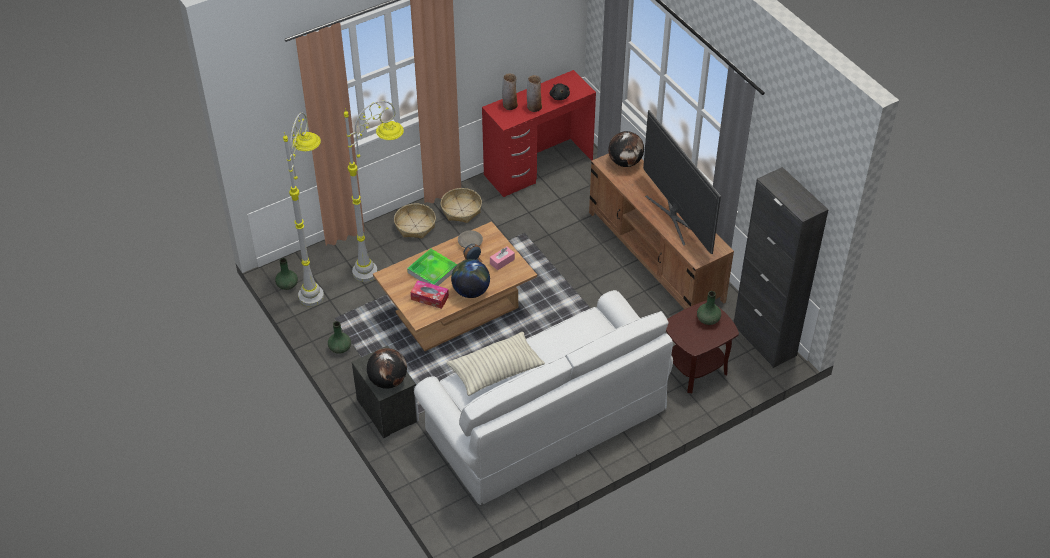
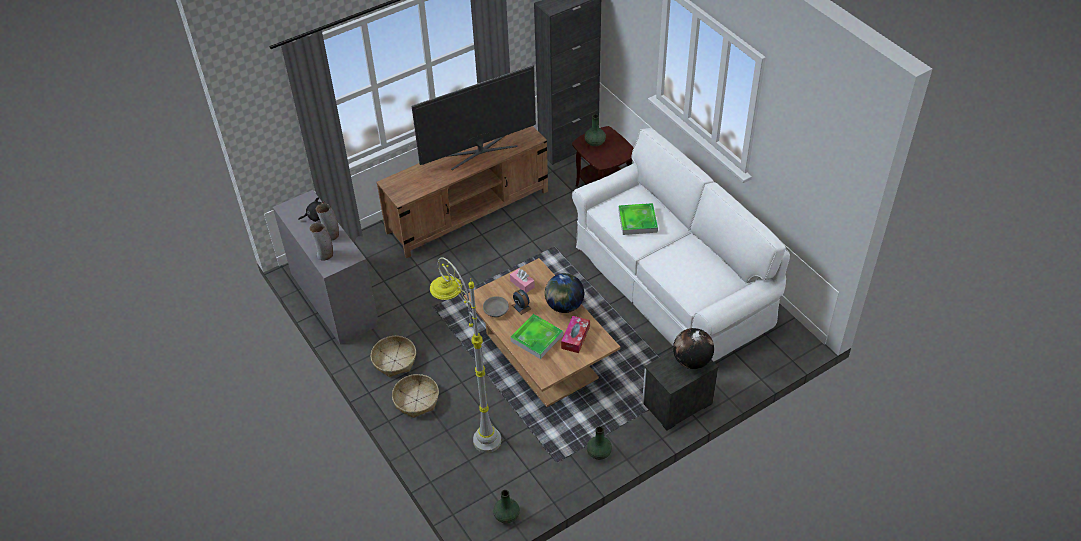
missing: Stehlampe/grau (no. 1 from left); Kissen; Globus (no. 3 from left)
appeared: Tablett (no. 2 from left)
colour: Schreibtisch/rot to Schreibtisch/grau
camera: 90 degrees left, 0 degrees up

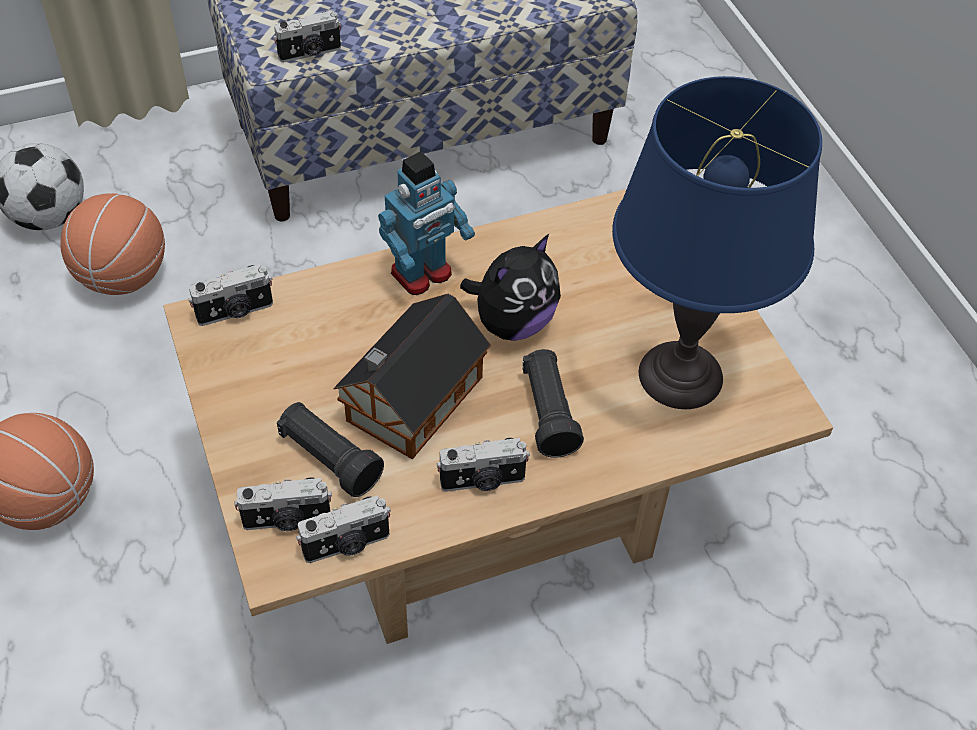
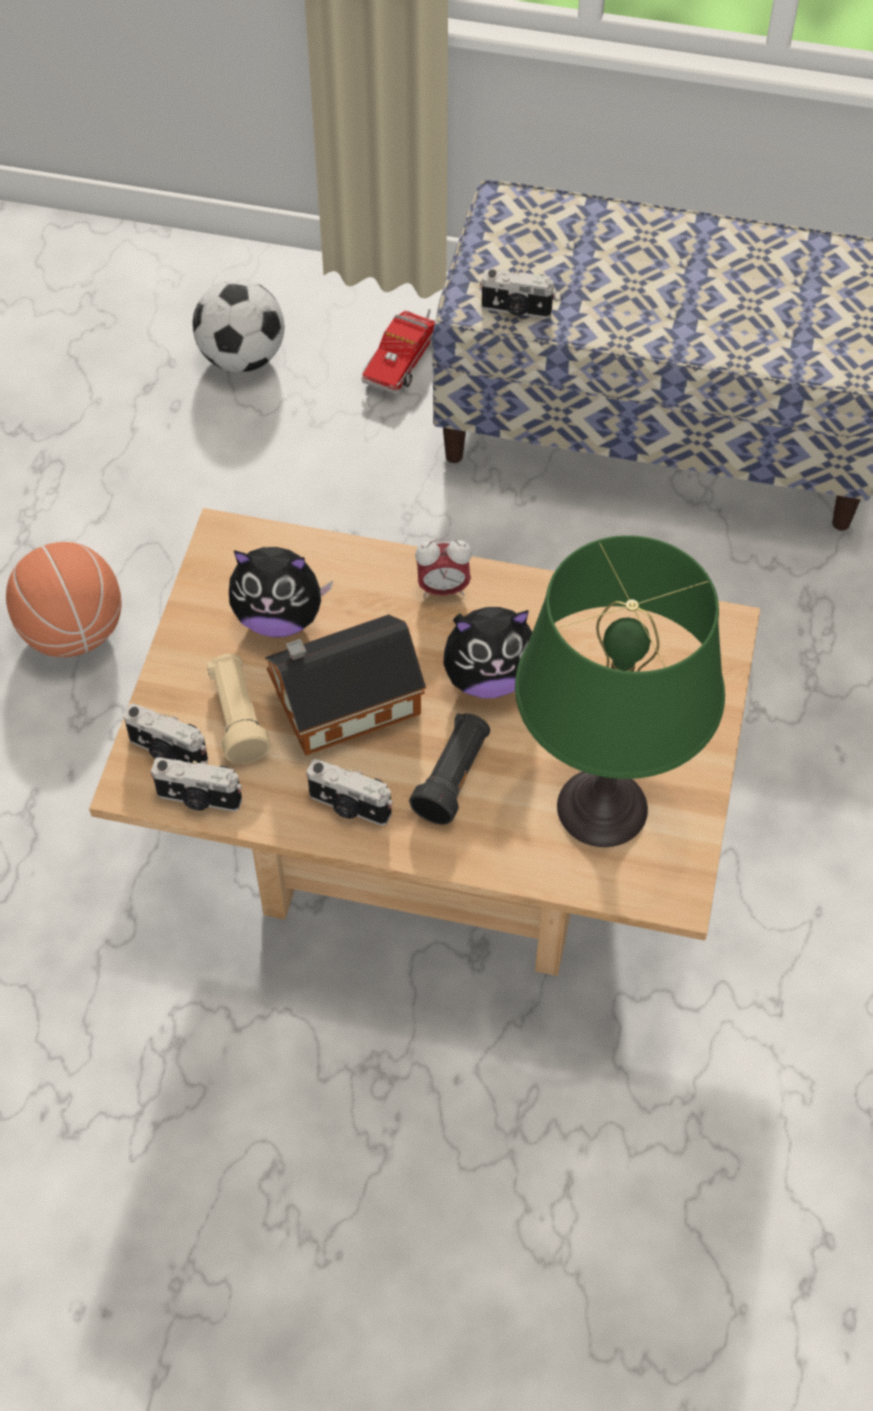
missing: Basketball (no. 2 from left); Kamera (no. 1 from left)
appeared: Plüschtier (no. 1 from left); Spielzeuglaster
exchanged: Spielzeugroboter to Wecker
colour: Taschenlampe/schwarz (no. 1 from left) to Taschenlampe/beige; Tischlampe/blau to Tischlampe/grün
camera: 35 degrees right, 5 degrees up

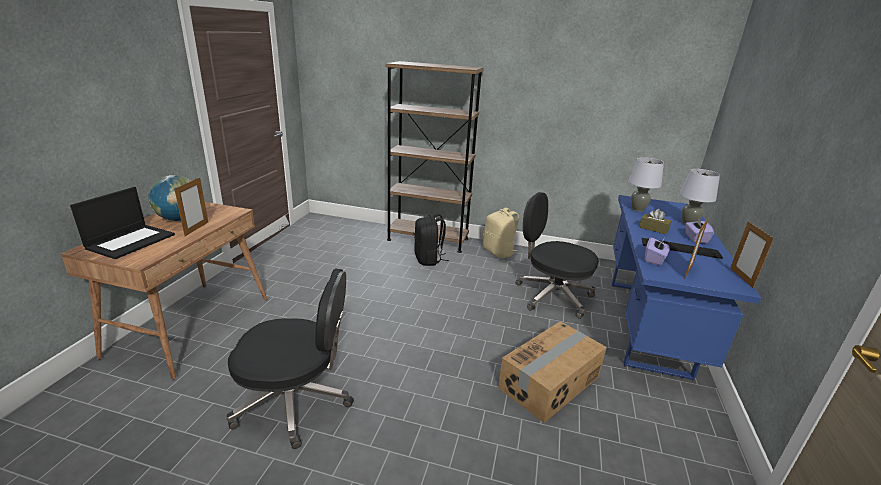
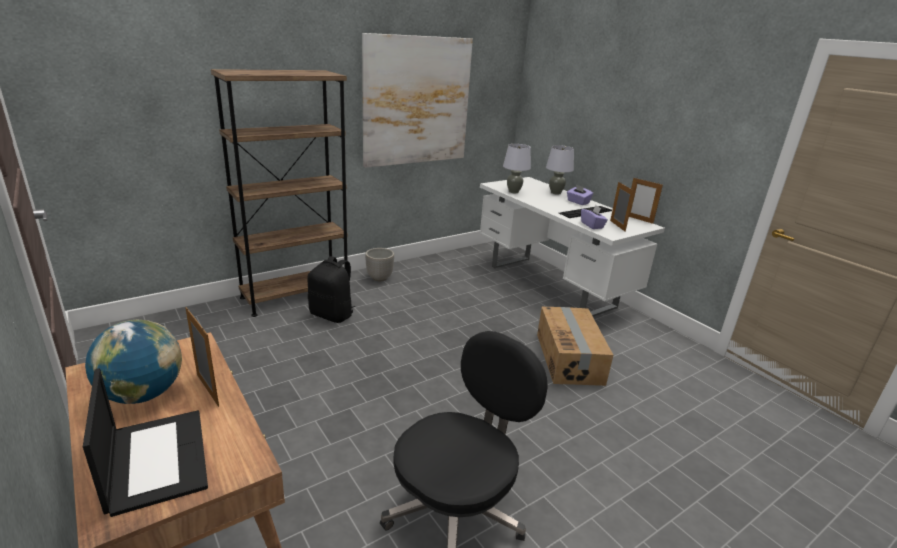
missing: Bürostuhl/schwarz (no. 2 from left); Taschentuchbox/braun
appeared: Bild
exchanged: Rucksack/beige to Pflanzkübel
colour: Schreibtisch/blau to Schreibtisch/weiß
camera: 50 degrees left, 0 degrees up

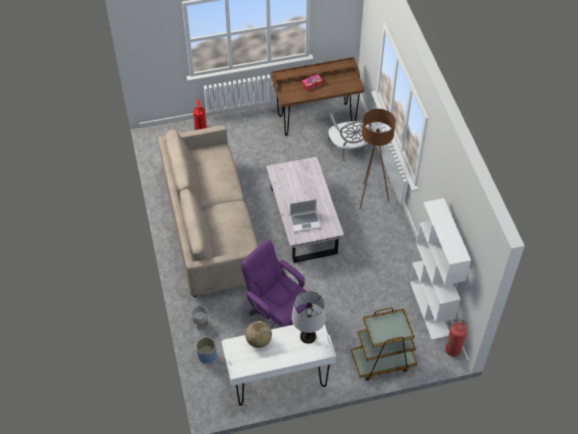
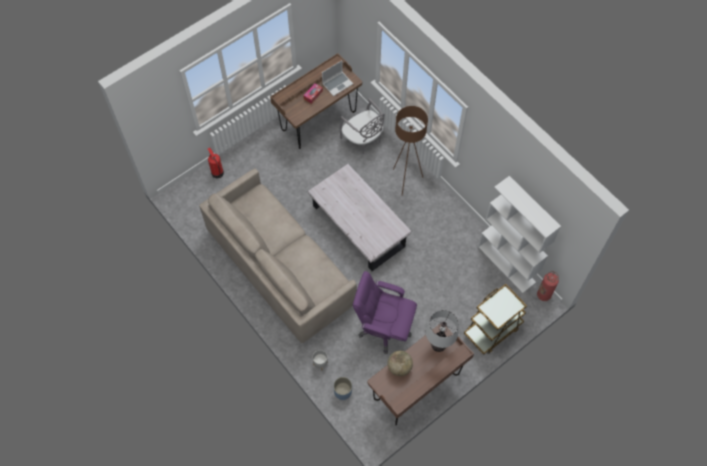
relocated: Laptop
colour: Schreibtisch/weiß to Schreibtisch/braun (no. 2 from left)
camera: 25 degrees left, 10 degrees up

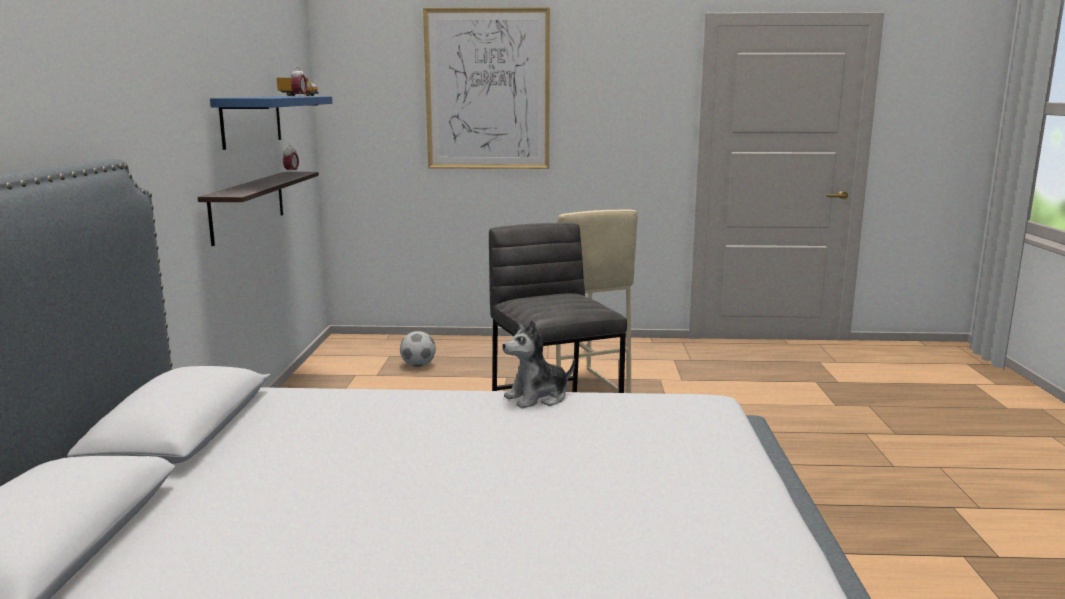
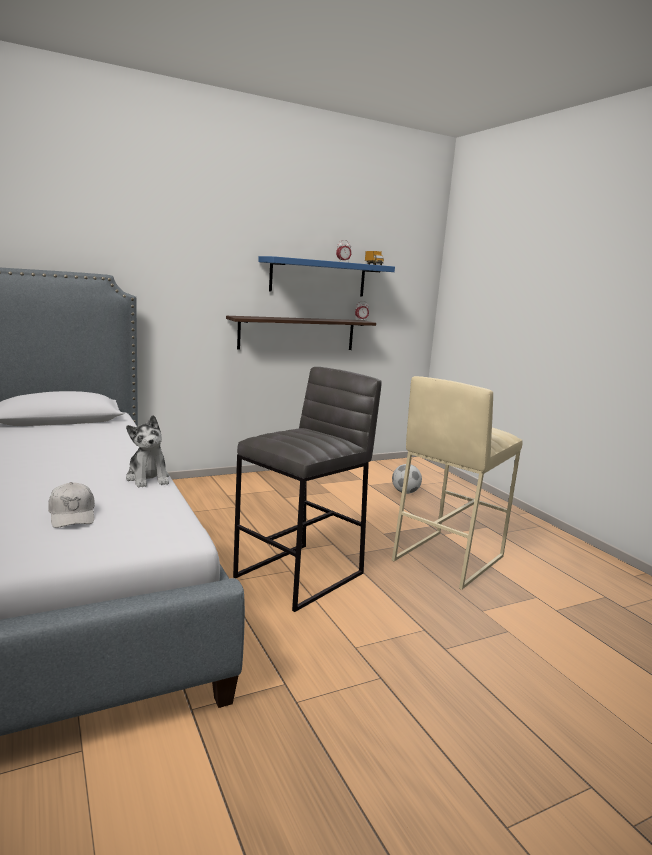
missing: Bild
appeared: Kappe/weiß
spun: Plüschtier 150 degrees counterclockwise
camera: 60 degrees right, 0 degrees up

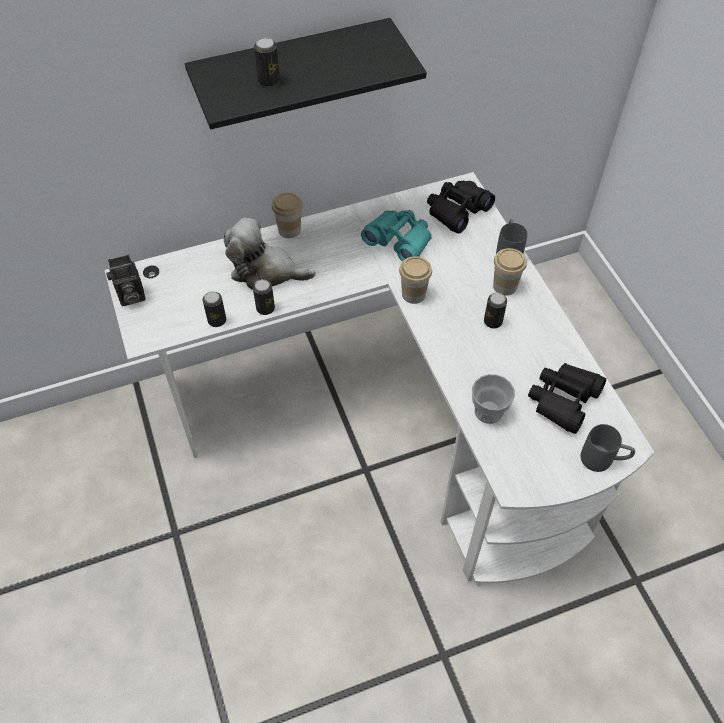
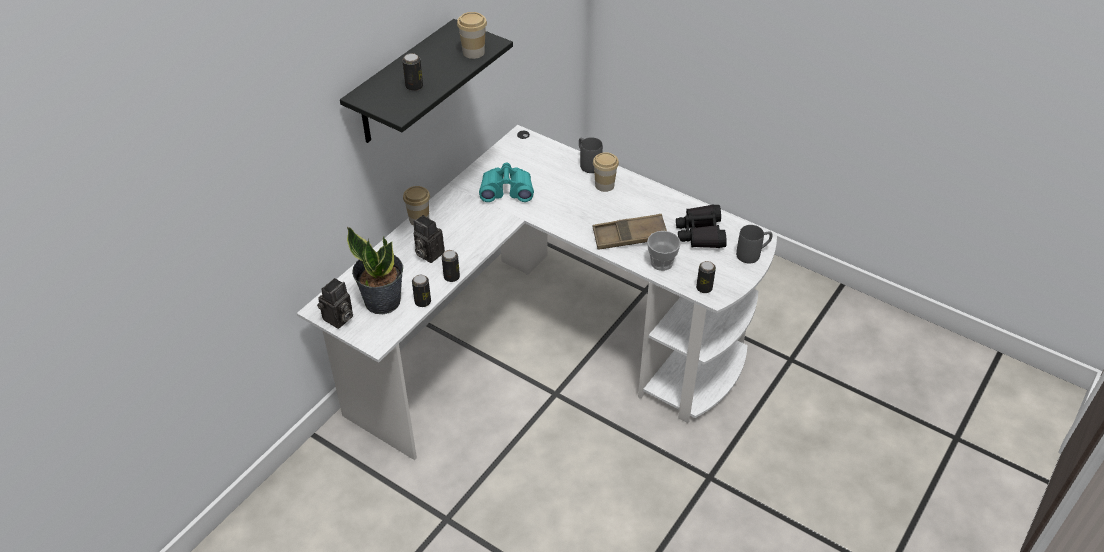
missing: Fernglas/schwarz (no. 1 from left)
appeared: Topfpflanze; Tablett/braun
relocated: Tasse (no. 2 from left); Dose (no. 4 from left)
exchanged: Plüschtier to Kamera (no. 2 from left)
camera: 35 degrees left, 10 degrees down

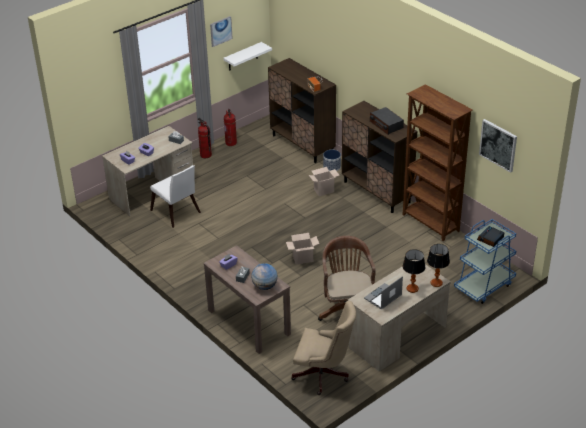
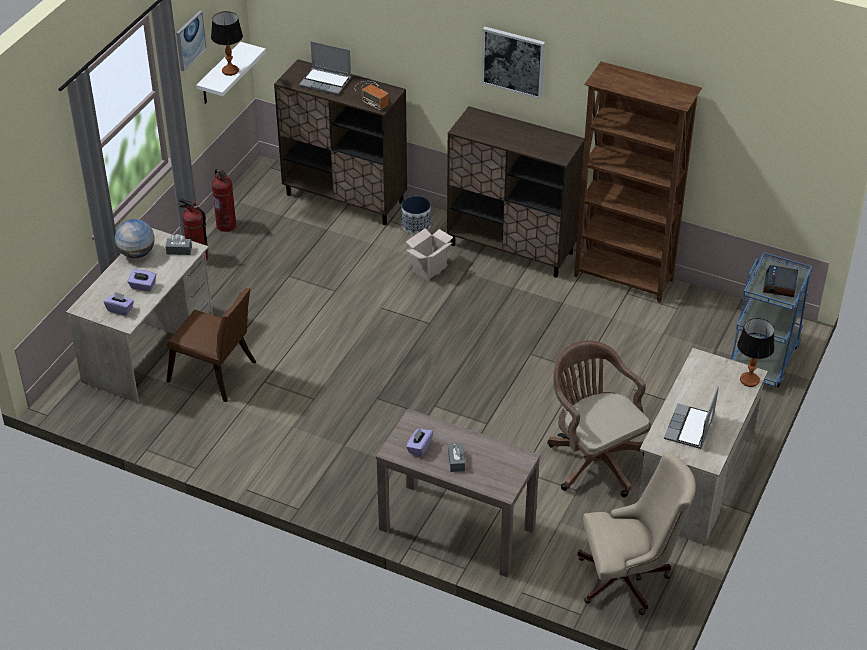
missing: Karton (no. 1 from left); Radio (no. 2 from left)
appeared: Laptop (no. 1 from left)
relocated: Globus; Tischlampe (no. 1 from left); Bild (no. 2 from left)
colour: Stuhl/weiß to Stuhl/braun
camera: 25 degrees left, 5 degrees up

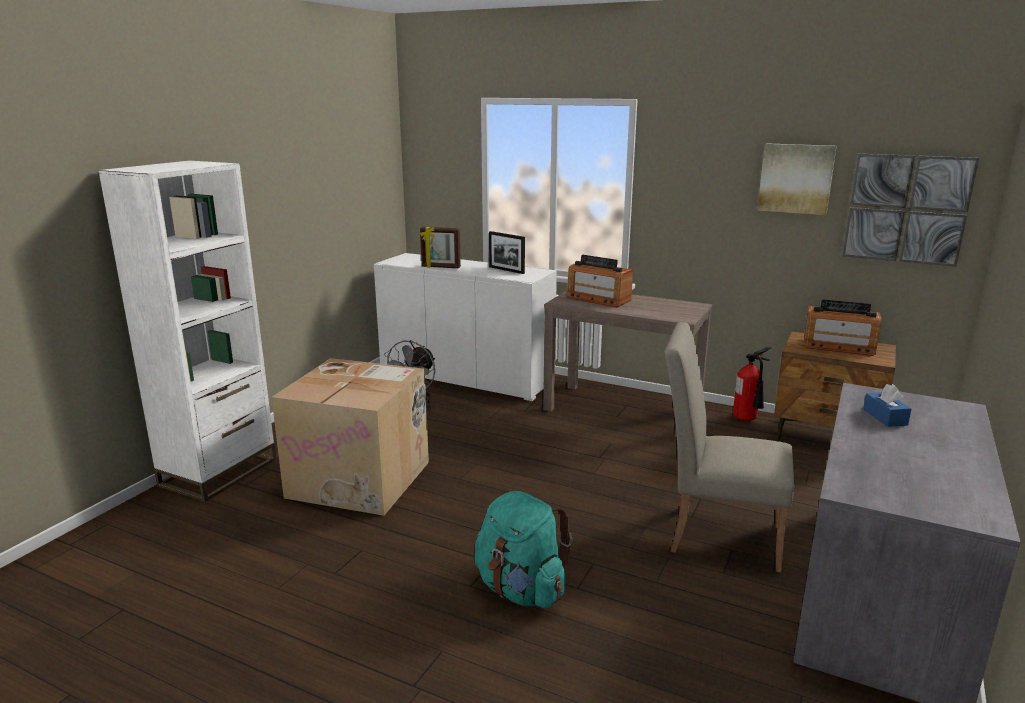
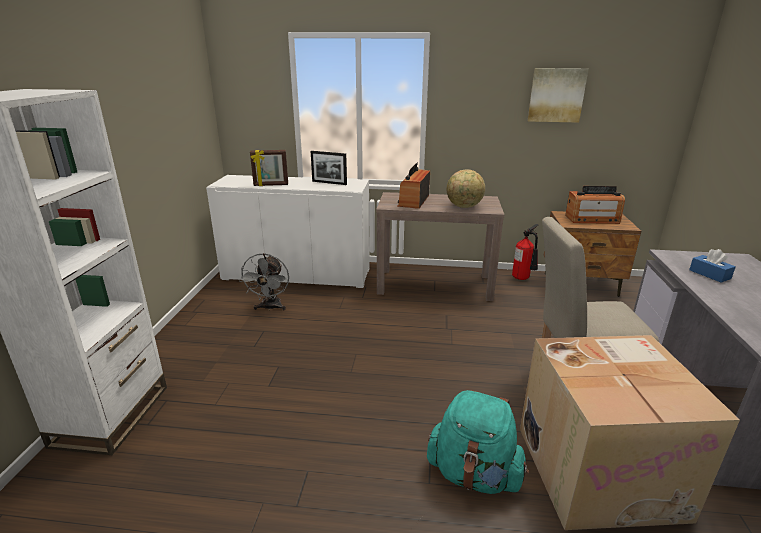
missing: Bild (no. 2 from left)
appeared: Globus
relocated: Karton
spun: Radio (no. 1 from left) 90 degrees clockwise
camera: 20 degrees left, 5 degrees up

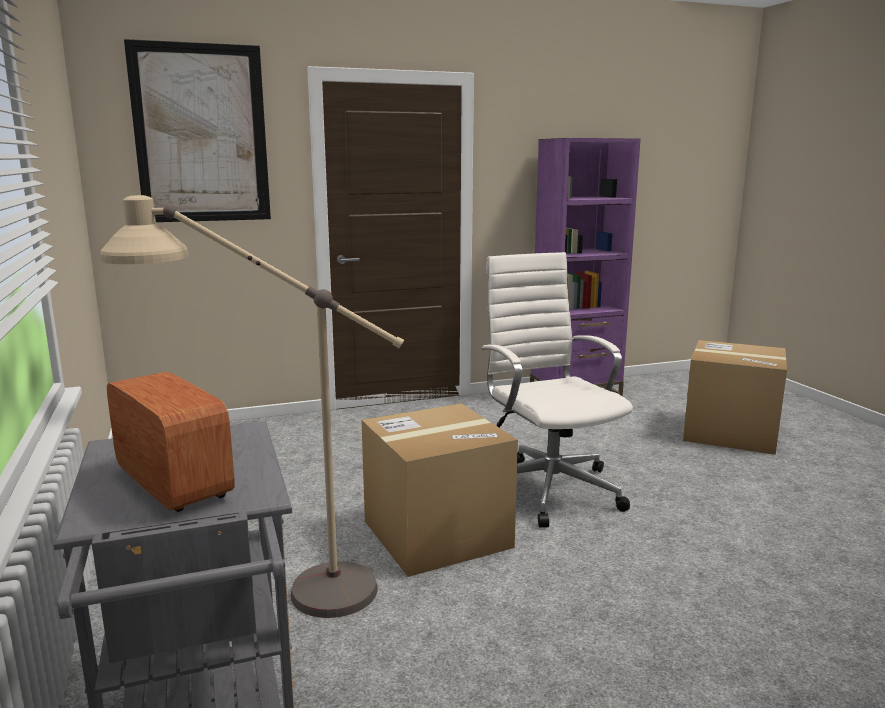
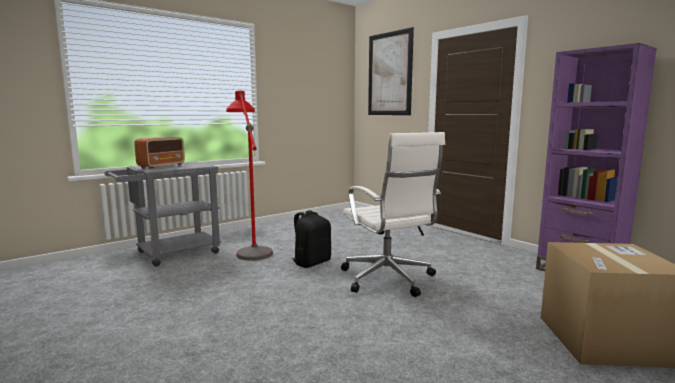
exchanged: Karton (no. 1 from left) to Rucksack/schwarz
colour: Stehlampe/beige to Stehlampe/rot
spun: Bürostuhl/weiß 105 degrees clockwise
camera: 70 degrees right, 5 degrees down

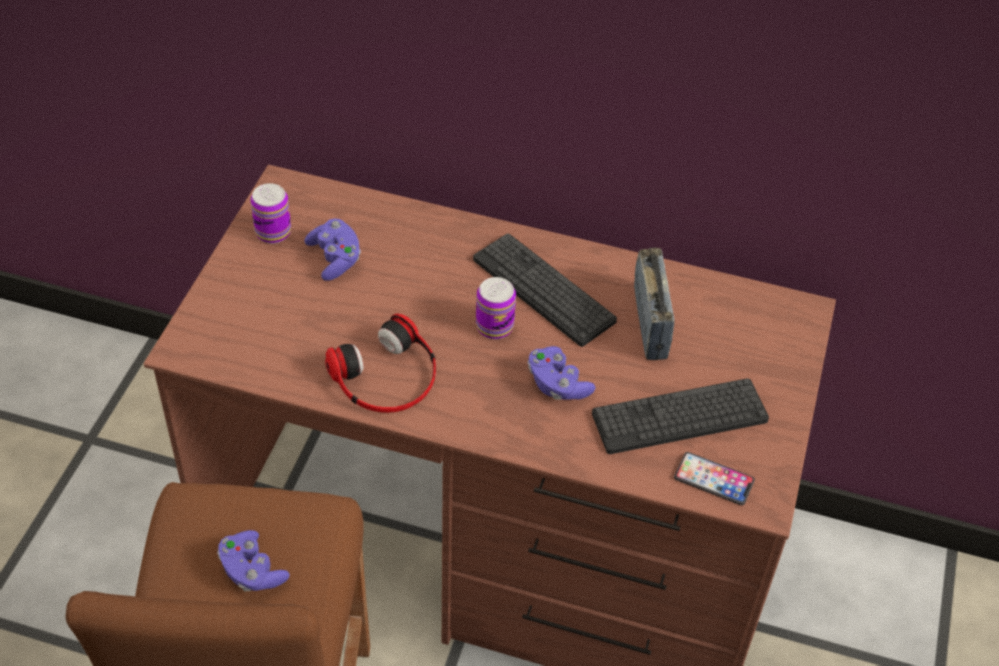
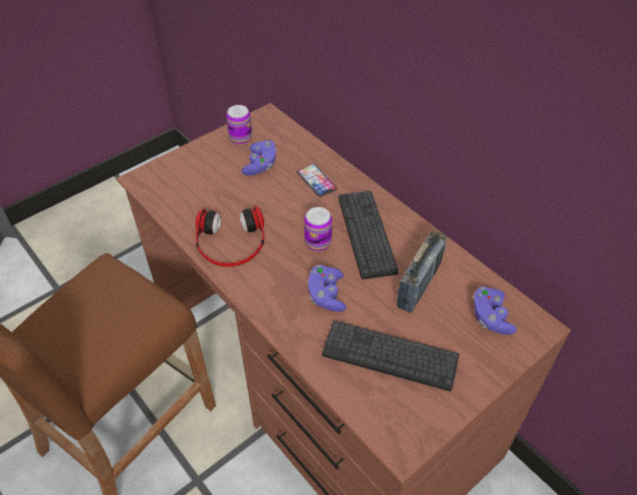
relocated: Gamepad/lila (no. 1 from left in the first image) to Gamepad/lila (no. 3 from left); Handy
camera: 35 degrees right, 0 degrees up

